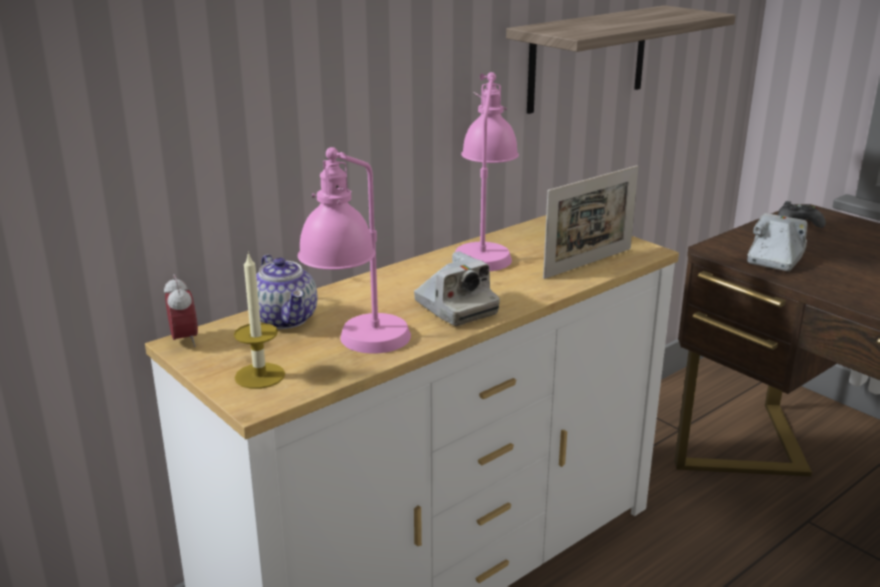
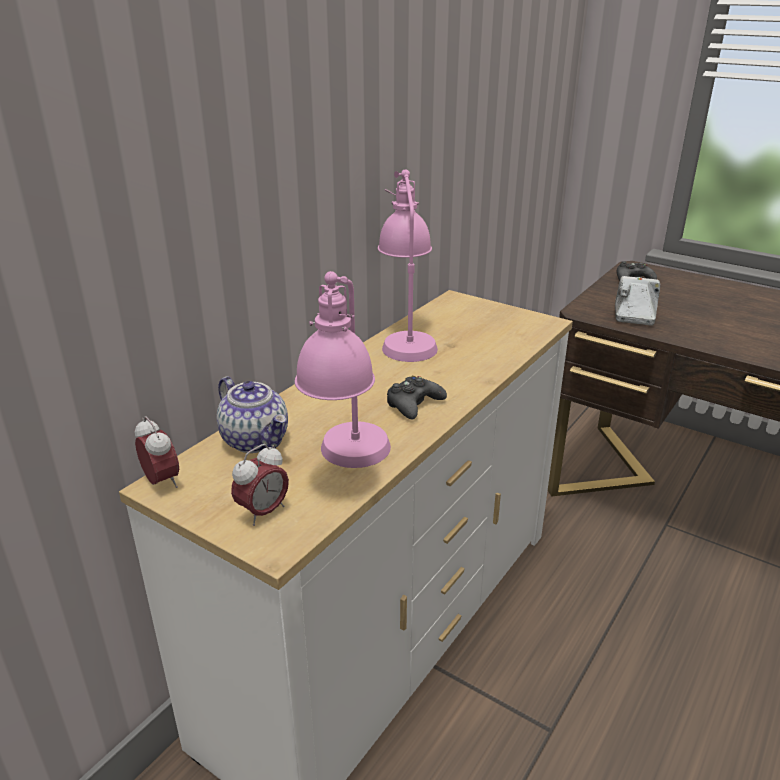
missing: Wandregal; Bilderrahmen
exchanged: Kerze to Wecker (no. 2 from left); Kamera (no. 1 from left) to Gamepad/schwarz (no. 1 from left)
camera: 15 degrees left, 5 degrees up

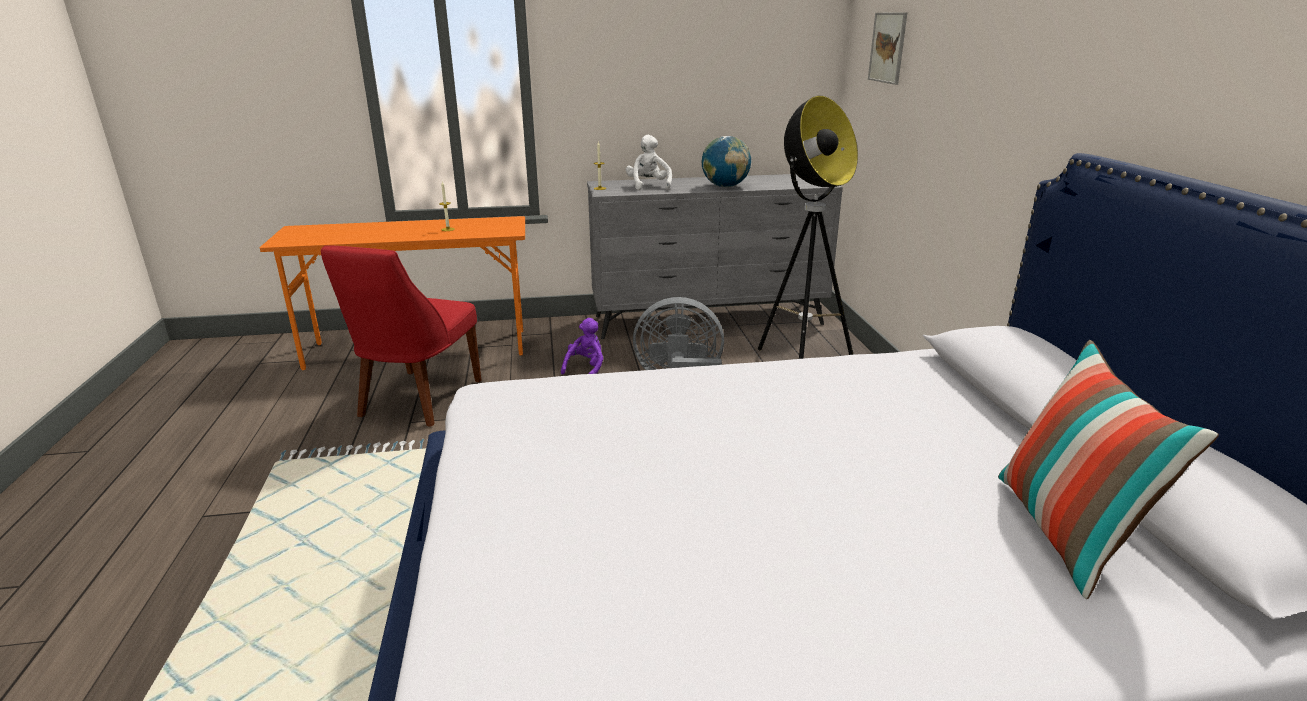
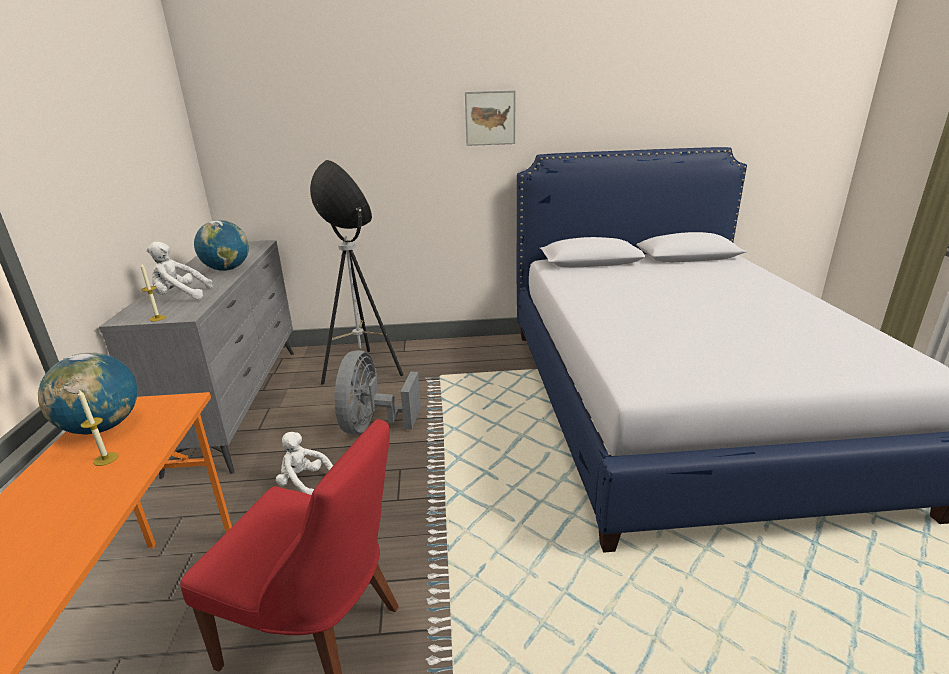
missing: Kissen
appeared: Globus (no. 1 from left)
relocated: Bild
colour: Plüschtier/lila to Plüschtier/weiß (no. 2 from left)
camera: 85 degrees left, 0 degrees up

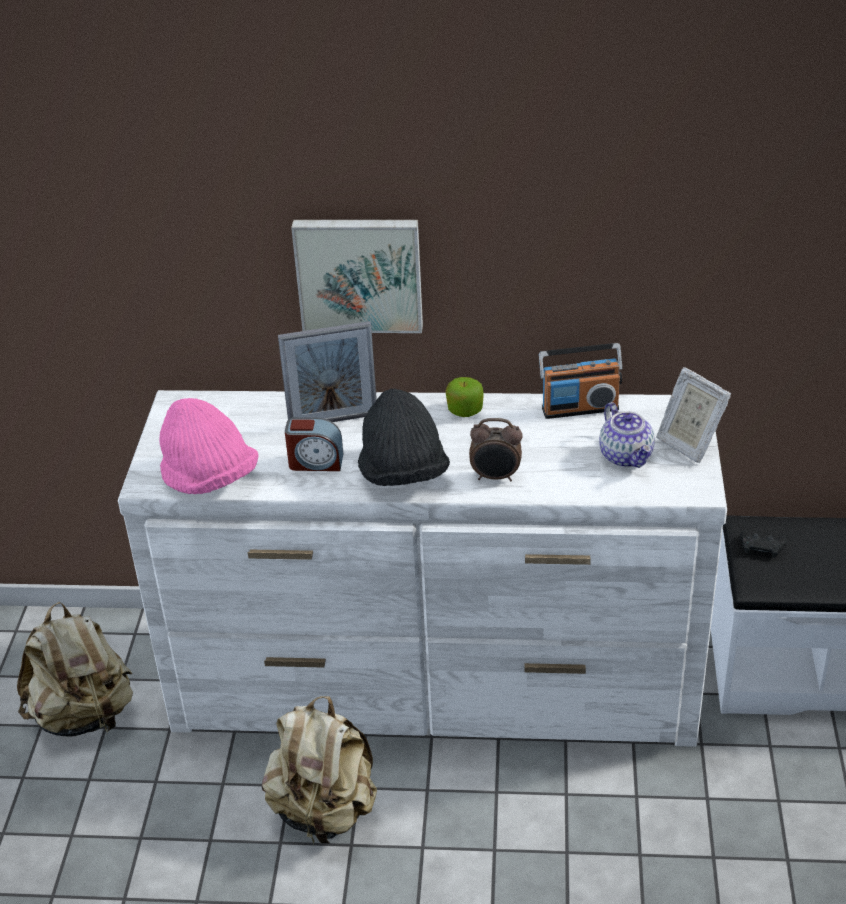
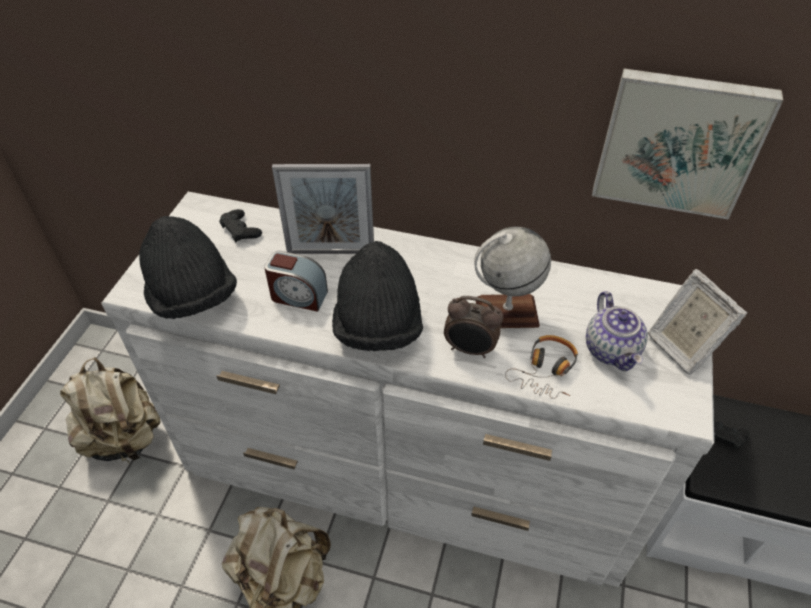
missing: Apfel; Radio
appeared: Gamepad/schwarz (no. 1 from left); Globus; Kopfhörer
relocated: Bild
colour: Hut/rosa to Hut/schwarz (no. 1 from left)
camera: 10 degrees right, 10 degrees up

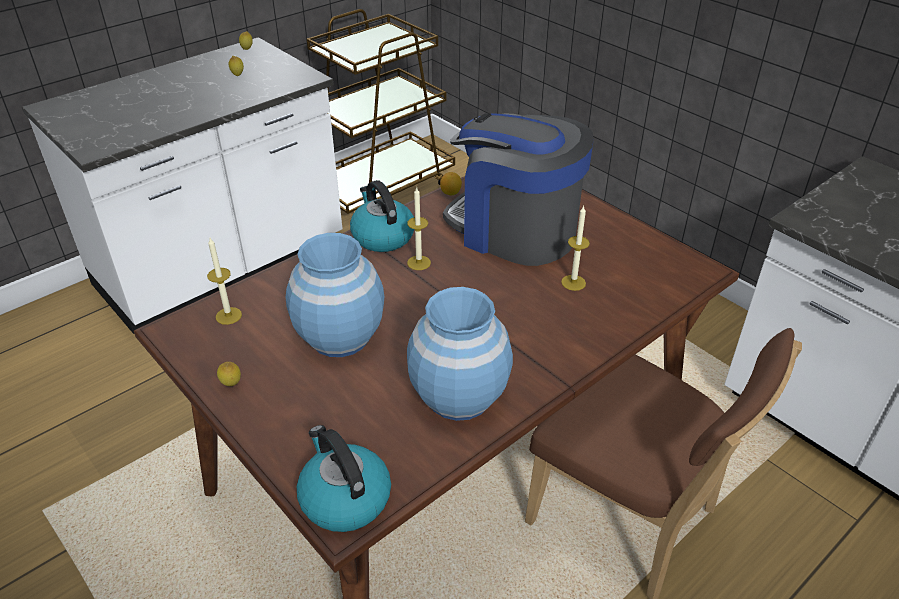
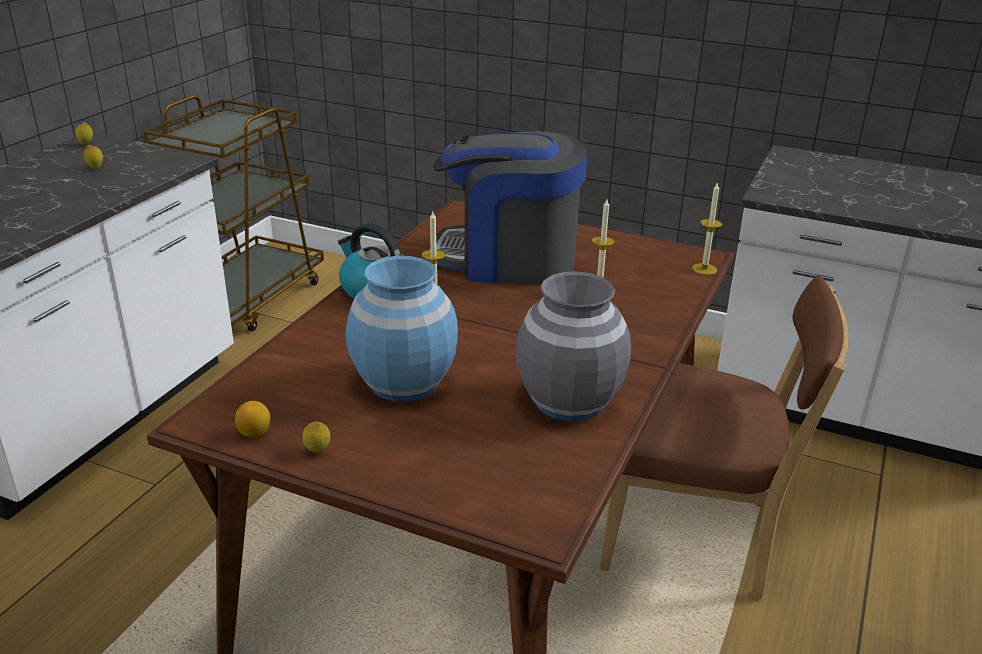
missing: Wasserkessel (no. 1 from left)
relocated: Kerze (no. 1 from left in the first image) to Kerze (no. 3 from left); Zitrone (no. 4 from left in the first image) to Zitrone (no. 3 from left)
colour: Vase/blau (no. 2 from left) to Vase/grau
camera: 25 degrees left, 10 degrees down

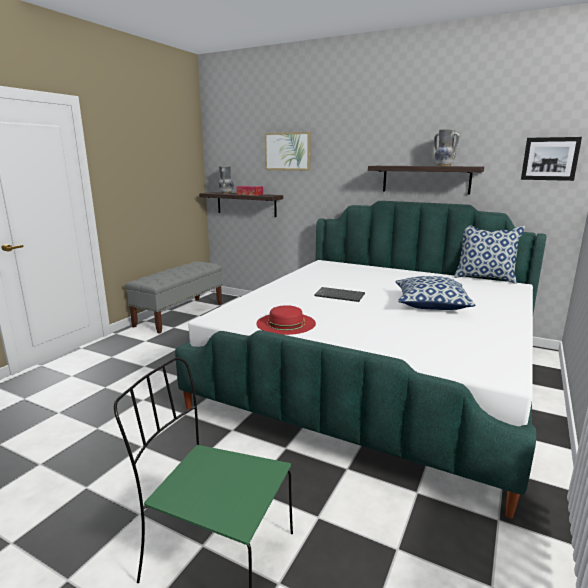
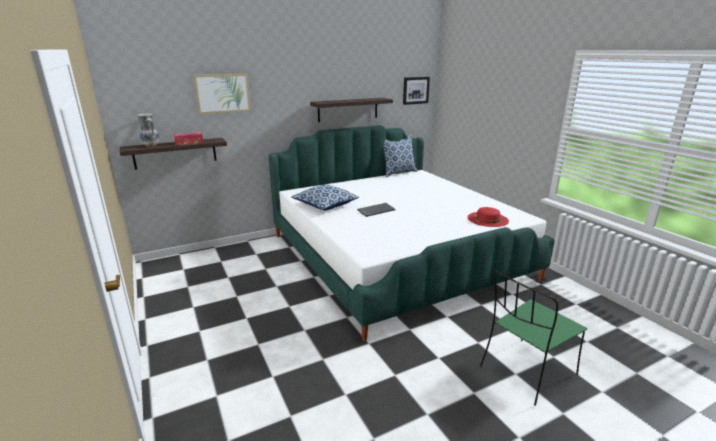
missing: Bank/grau; Vase (no. 2 from left)
relocated: Hut/rot; Kissen (no. 1 from left)
camera: 55 degrees left, 5 degrees up

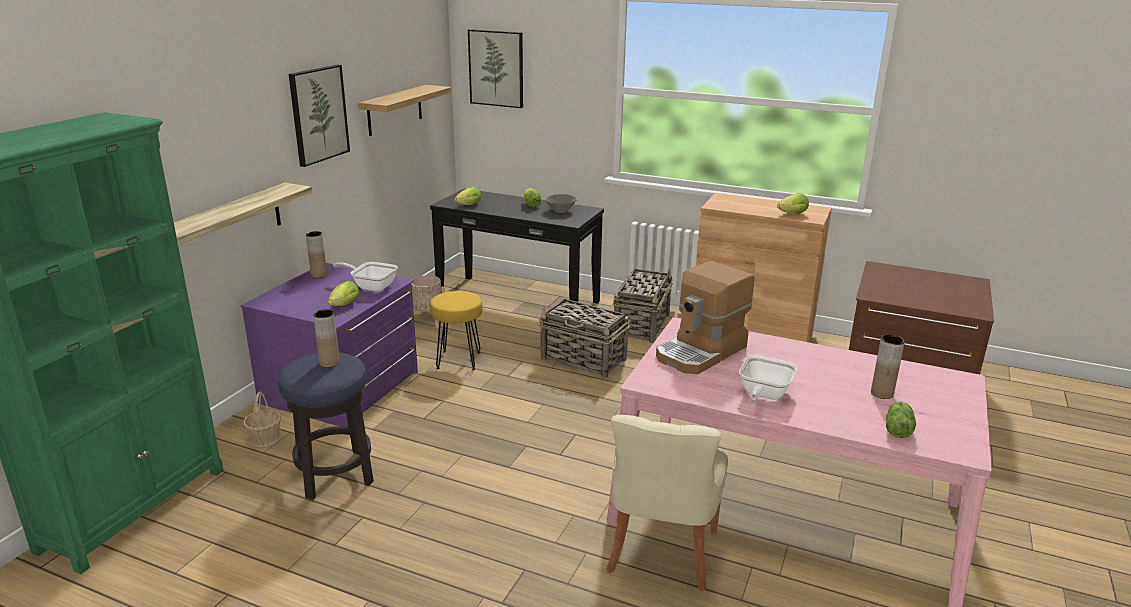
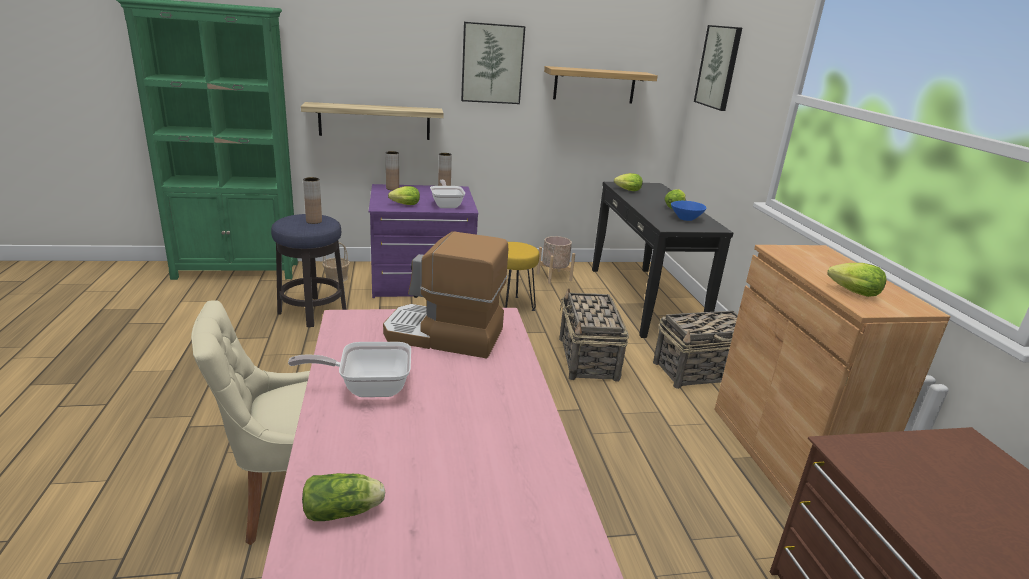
relocated: Vase/braun (no. 3 from left in the first image) to Vase/braun (no. 2 from left)
colour: Schüssel/grau to Schüssel/blau
camera: 55 degrees right, 0 degrees up

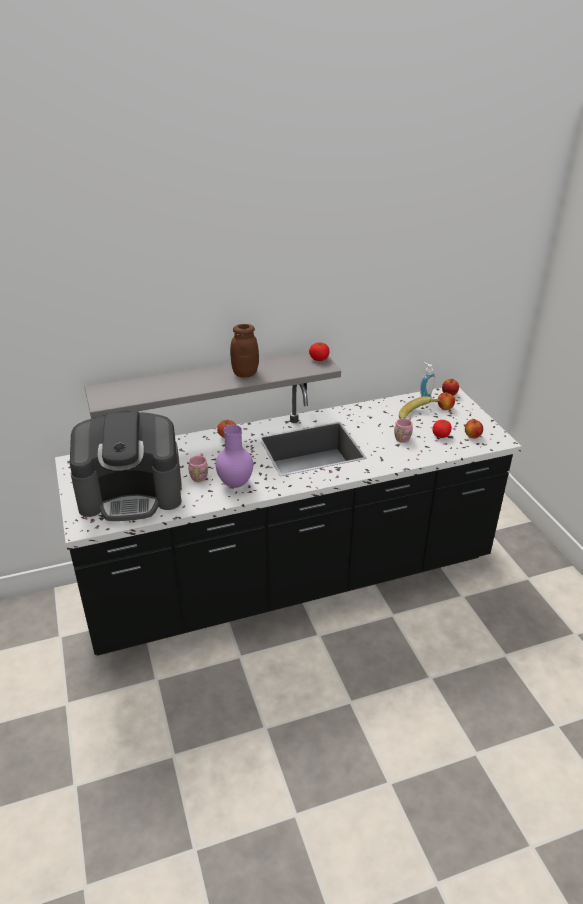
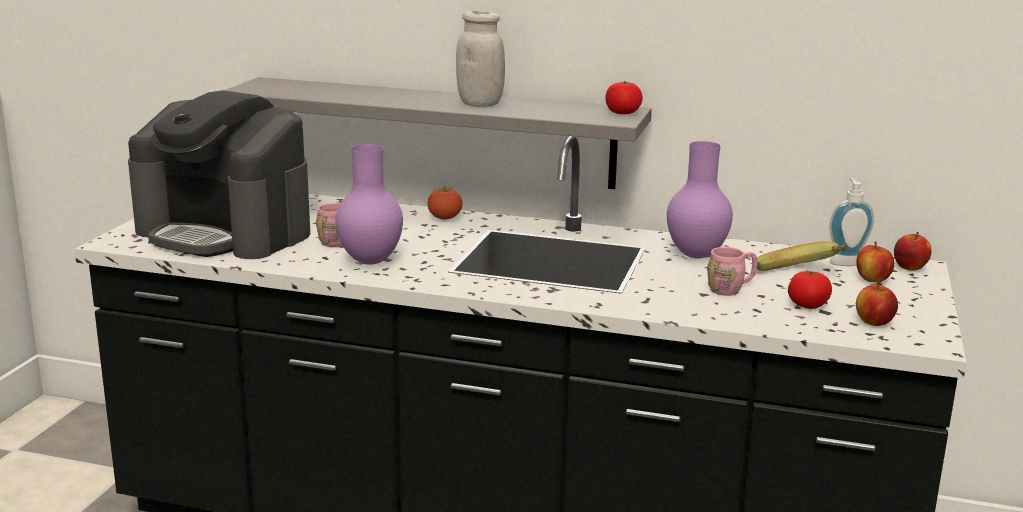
appeared: Vase/lila (no. 2 from left)
colour: Vorratsglas/braun to Vorratsglas/weiß
camera: 35 degrees right, 15 degrees down

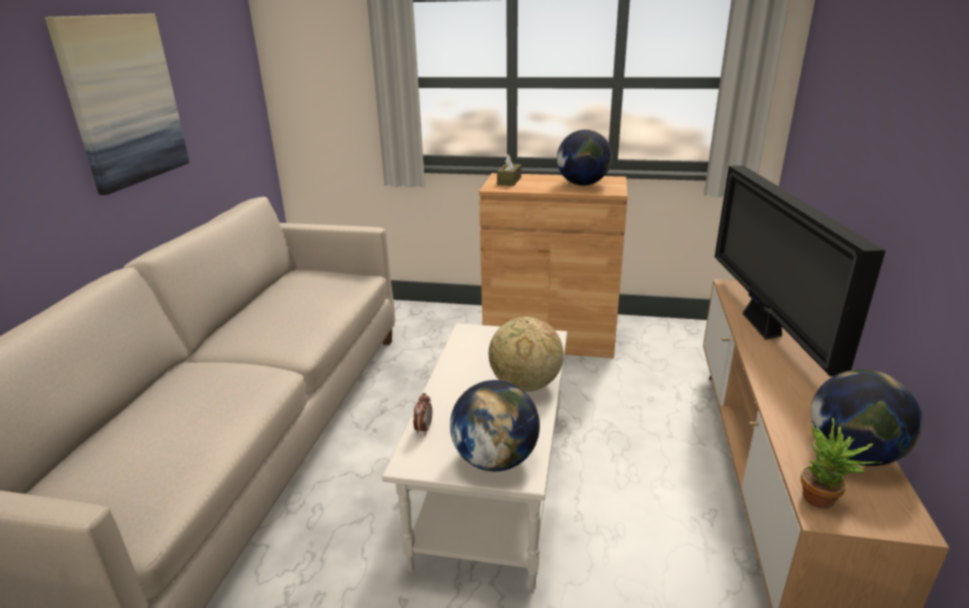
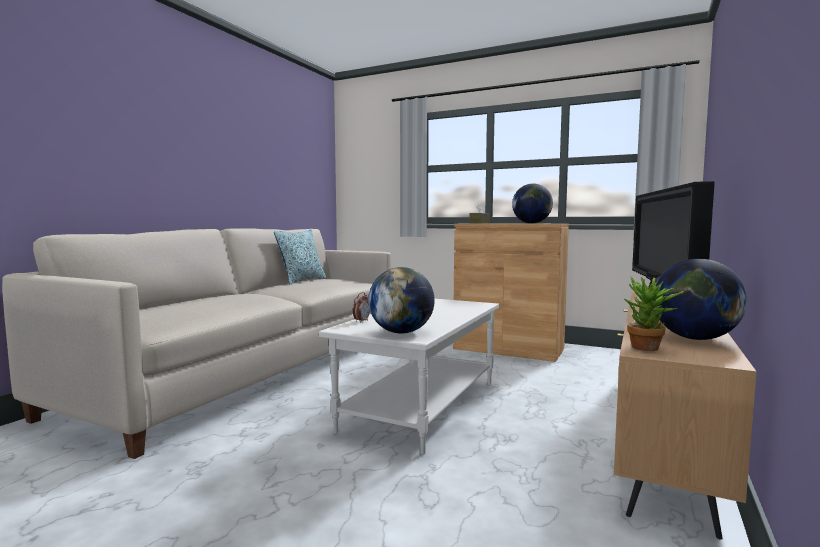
missing: Bild; Globus (no. 2 from left)
appeared: Kissen
camera: 15 degrees right, 20 degrees down

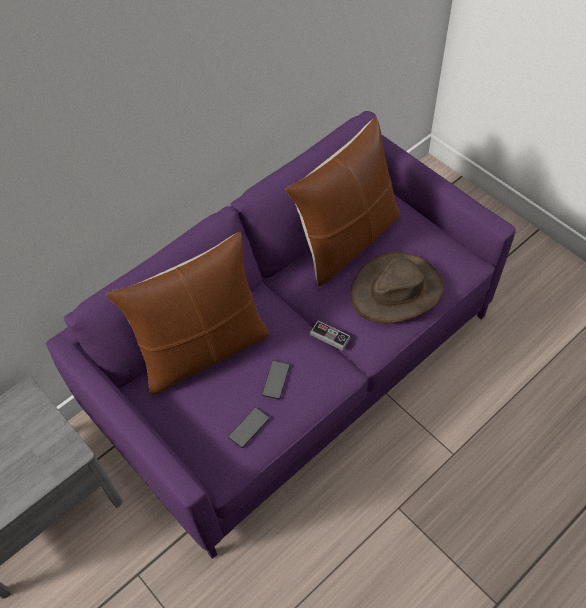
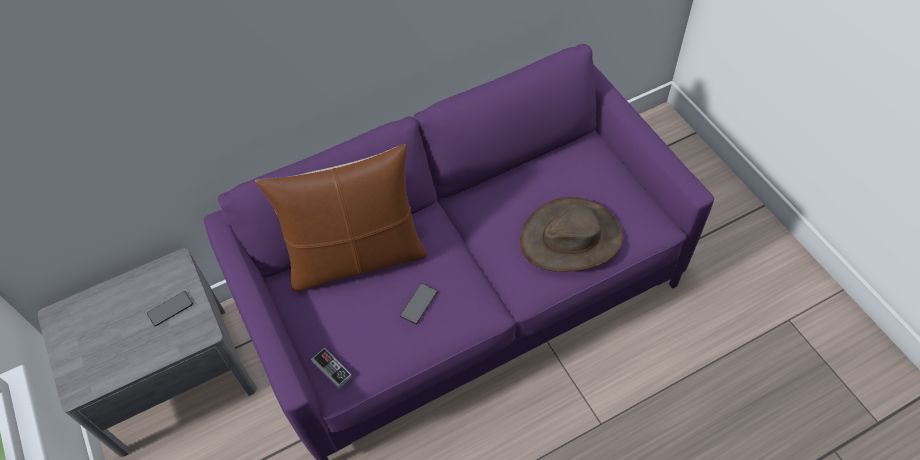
missing: Kissen/braun (no. 2 from left)
relocated: Handy (no. 1 from left); Gamepad
camera: 15 degrees right, 0 degrees up

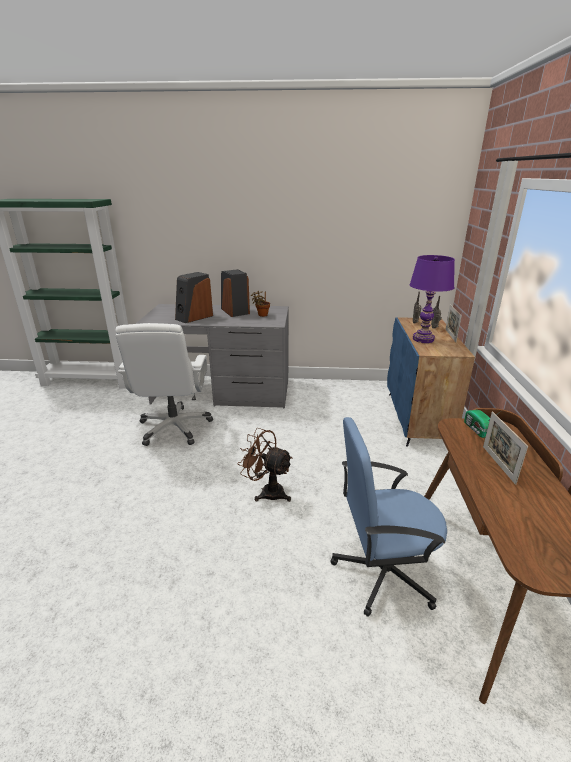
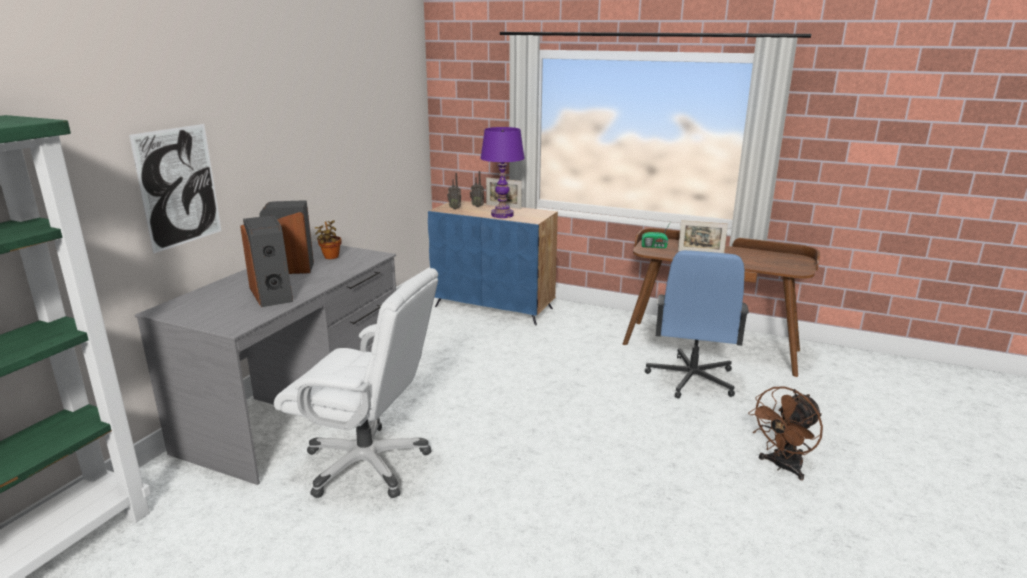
appeared: Bild
relocated: Ventilator/braun
camera: 70 degrees left, 5 degrees down

